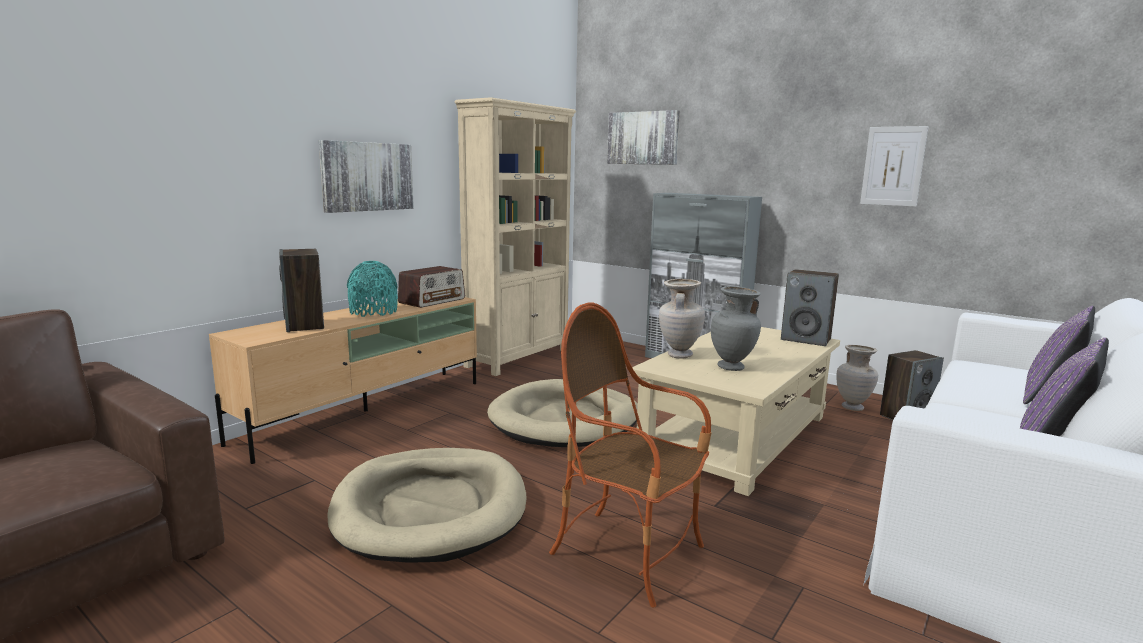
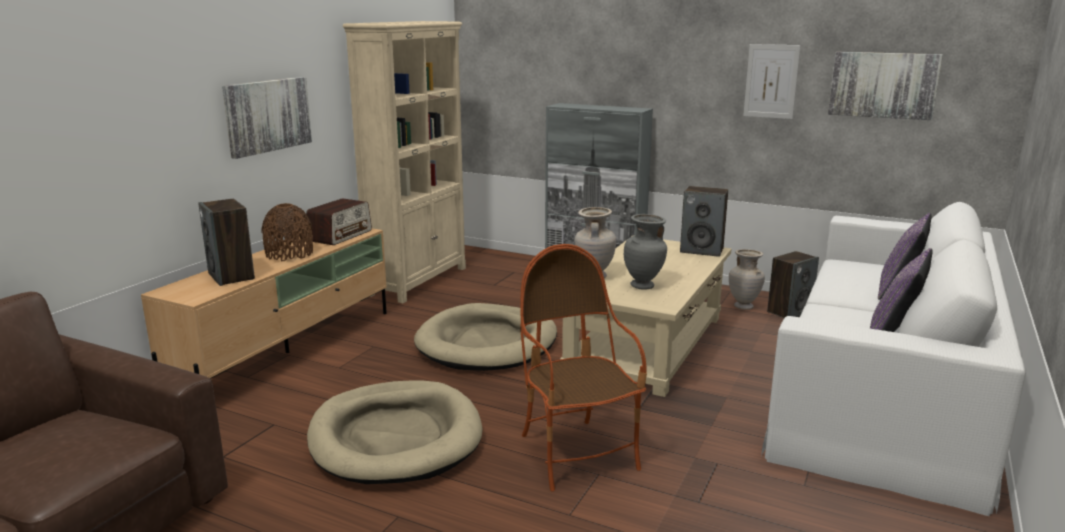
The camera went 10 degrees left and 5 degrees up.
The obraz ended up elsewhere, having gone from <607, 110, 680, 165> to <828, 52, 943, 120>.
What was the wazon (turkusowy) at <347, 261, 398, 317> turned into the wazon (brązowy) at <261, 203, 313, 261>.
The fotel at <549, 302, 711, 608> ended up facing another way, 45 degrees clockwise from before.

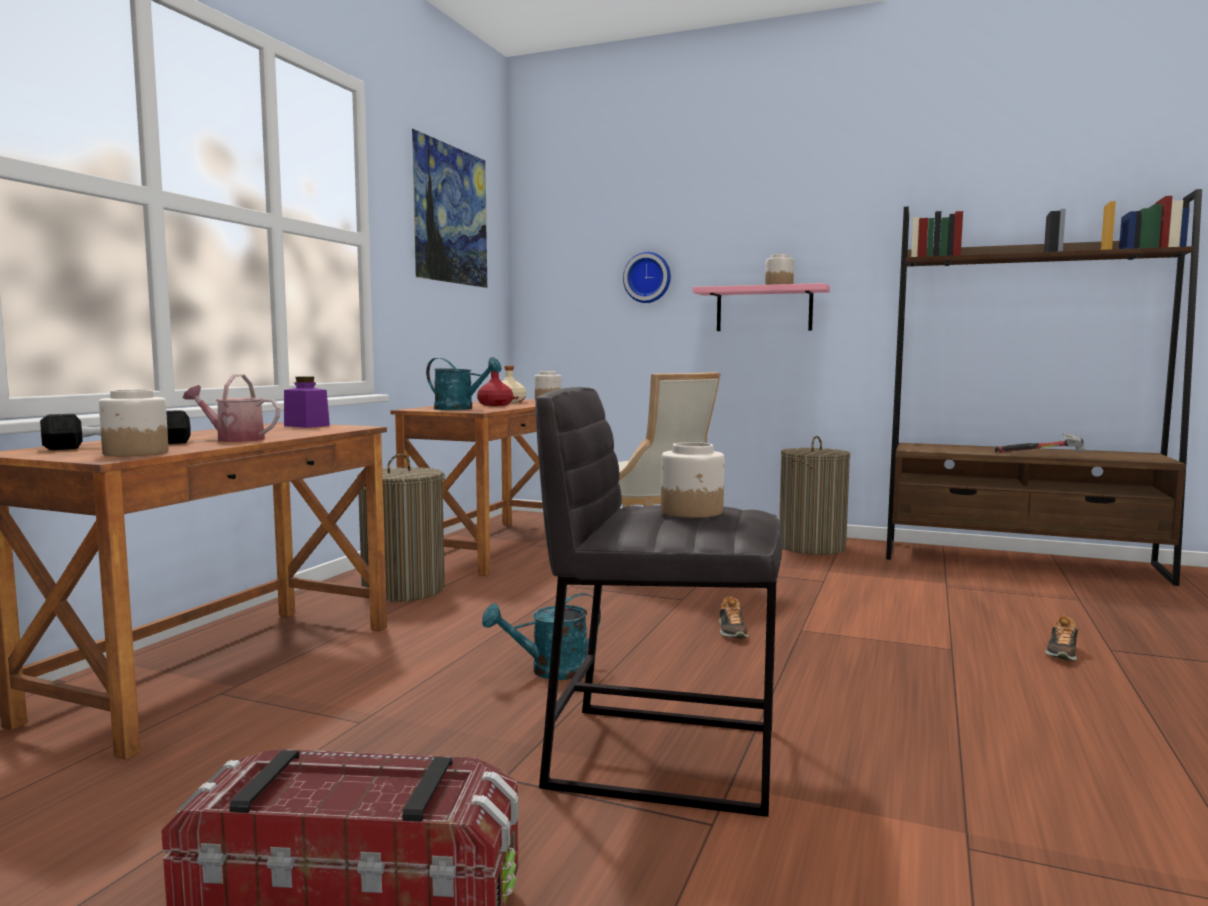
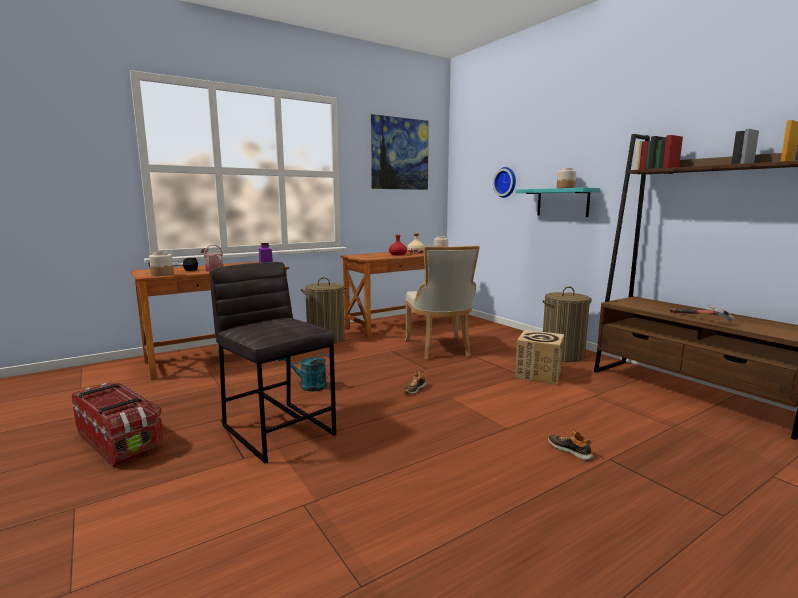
The camera went 35 degrees right and 5 degrees up.
What was the półka (różowy) at <693, 283, 830, 331> turned into the półka (turkusowy) at <516, 188, 600, 217>.
The second view lost the konewka (turkusowy) at <426, 357, 502, 410>.
The second view lost the słoik at <661, 442, 724, 518>.
The but at <1045, 615, 1078, 661> ended up facing another way, 75 degrees clockwise from before.
The second view gained the karton at <515, 330, 564, 385>.

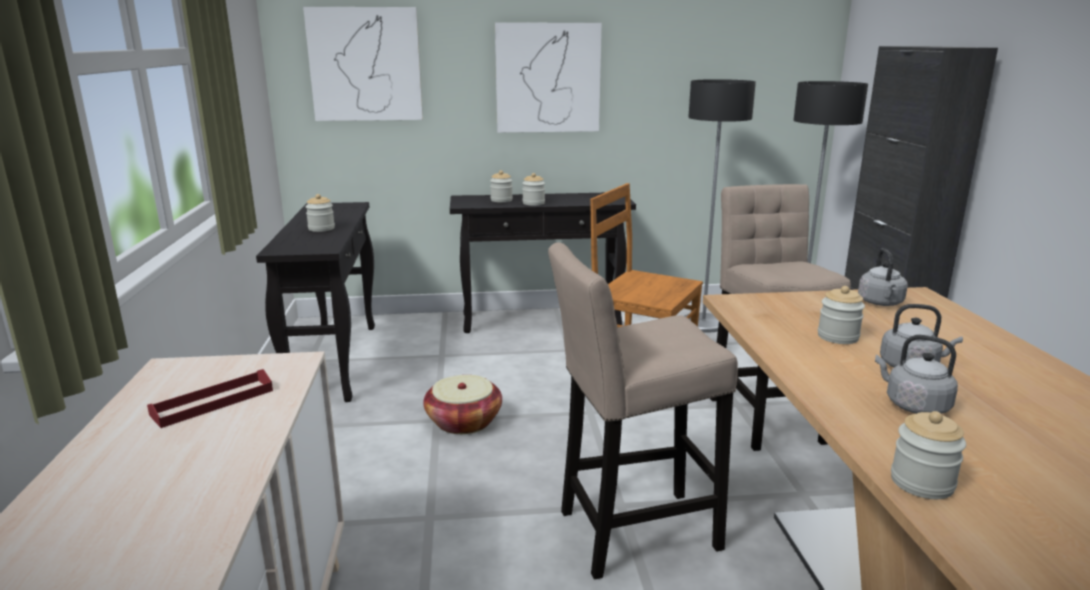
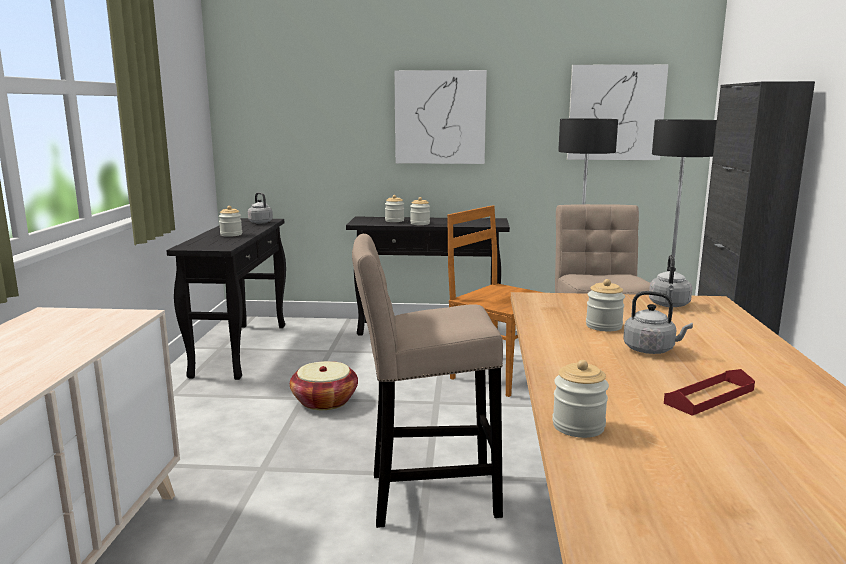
The camera went 10 degrees right and 5 degrees down.
The obraz ended up elsewhere, having gone from <303, 7, 423, 121> to <567, 64, 669, 160>.
The czajnik (szary) ended up elsewhere, having gone from <875, 335, 958, 414> to <248, 192, 273, 224>.
The taca (czerwony) ended up elsewhere, having gone from <147, 369, 273, 428> to <664, 369, 755, 416>.

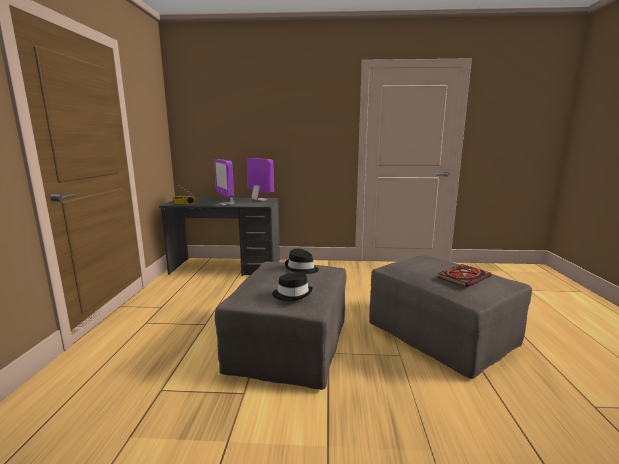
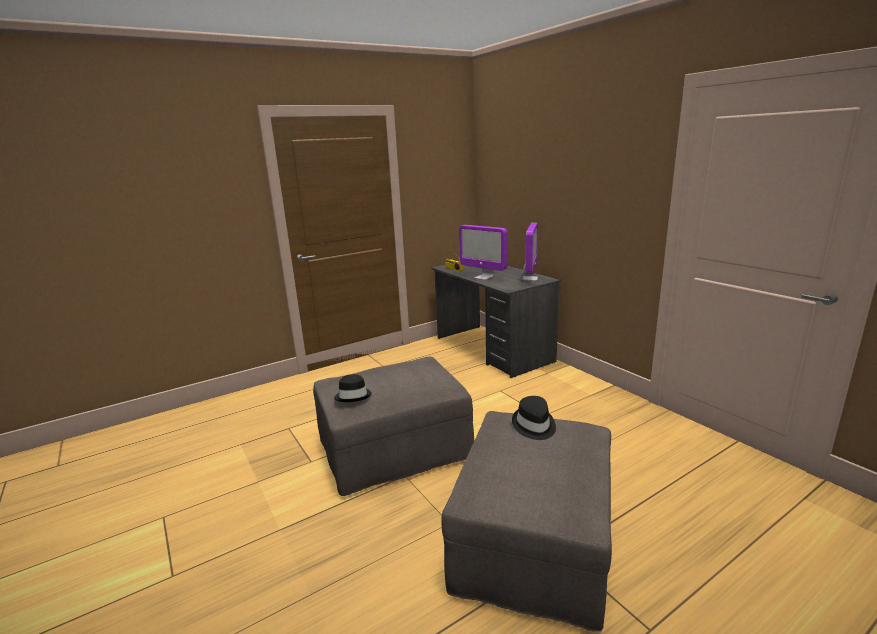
The camera went 55 degrees right and 5 degrees up.
The monitor at <214, 159, 235, 205> ended up facing another way, 75 degrees counterclockwise from before.
The kapelusz (czarny) ended up elsewhere, having gone from <285, 249, 319, 274> to <512, 396, 556, 440>.
The second view lost the książka at <437, 264, 492, 287>.

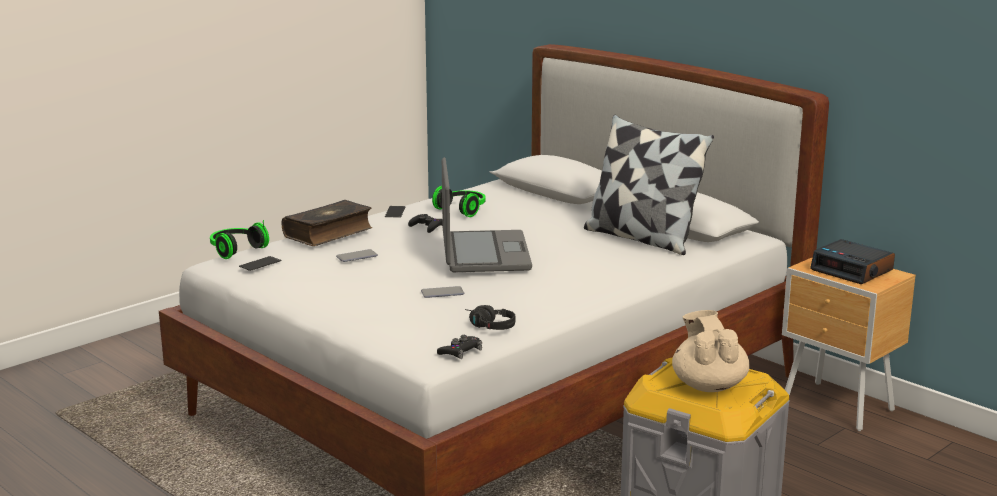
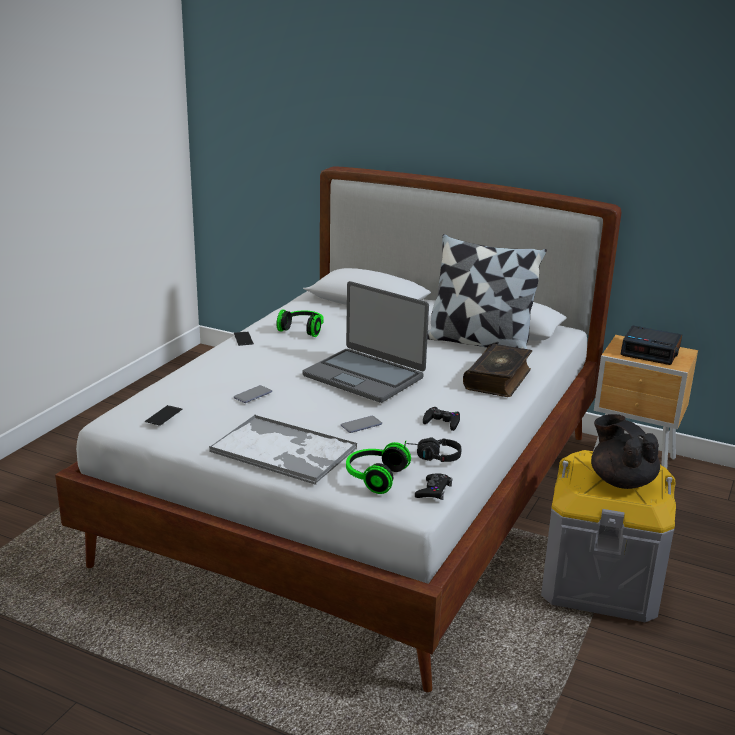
The camera went 20 degrees left and 5 degrees up.
The laptop at <442, 157, 532, 272> ended up facing another way, 150 degrees clockwise from before.
The książka ended up elsewhere, having gone from <282, 200, 373, 246> to <463, 344, 532, 397>.
The pad do gier (czarny) ended up elsewhere, having gone from <408, 214, 443, 233> to <423, 407, 460, 431>.
The słuchawki ended up elsewhere, having gone from <210, 220, 269, 259> to <346, 440, 411, 494>.
What was the imbryk (beżowy) at <672, 310, 750, 392> turned into the imbryk (czarny) at <591, 414, 660, 489>.
The second view gained the taca at <209, 414, 357, 485>.

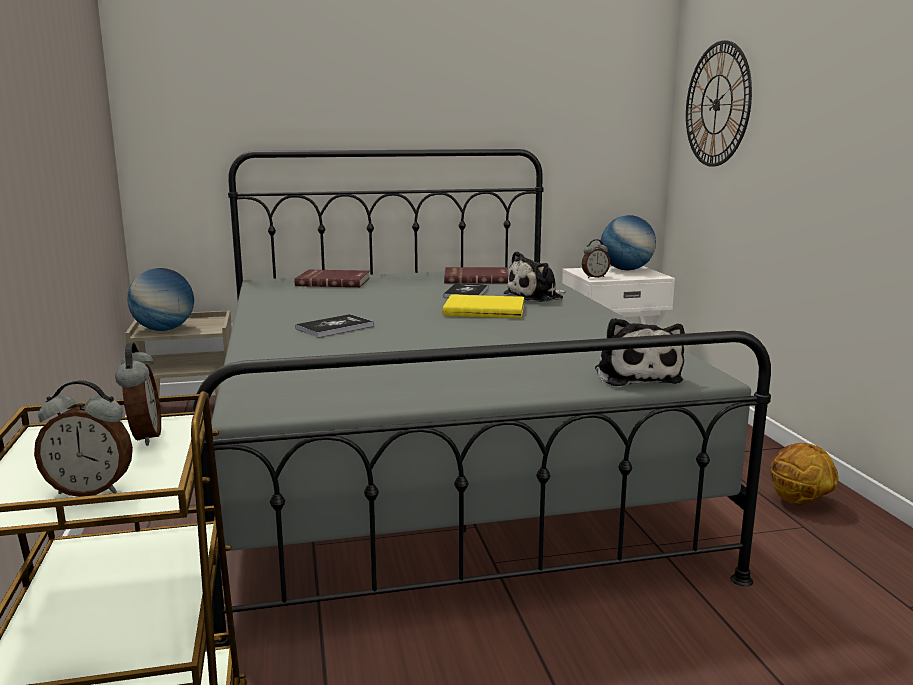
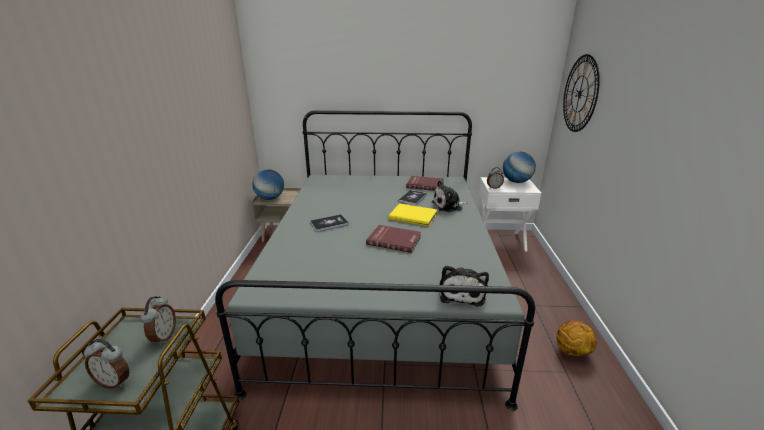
The camera went 15 degrees right and 10 degrees up.
The książka (czerwony) ended up elsewhere, having gone from <294, 270, 370, 287> to <366, 225, 421, 253>.

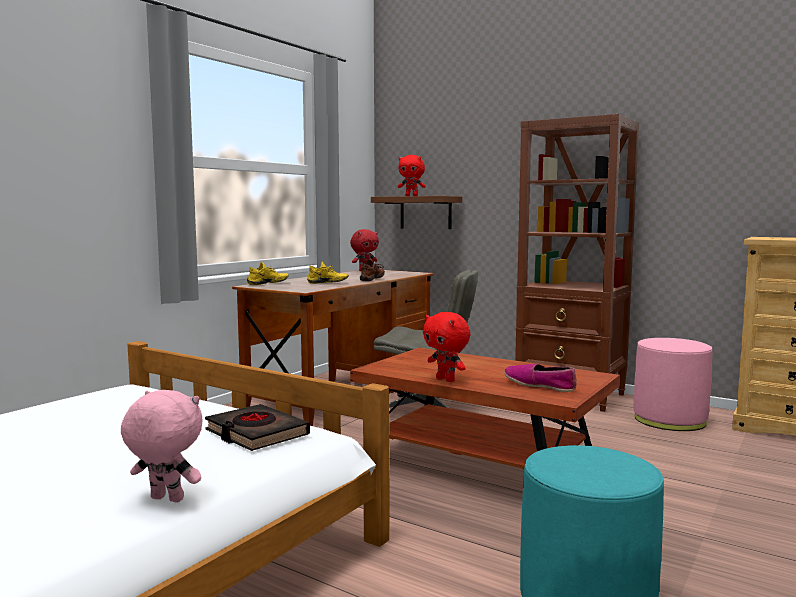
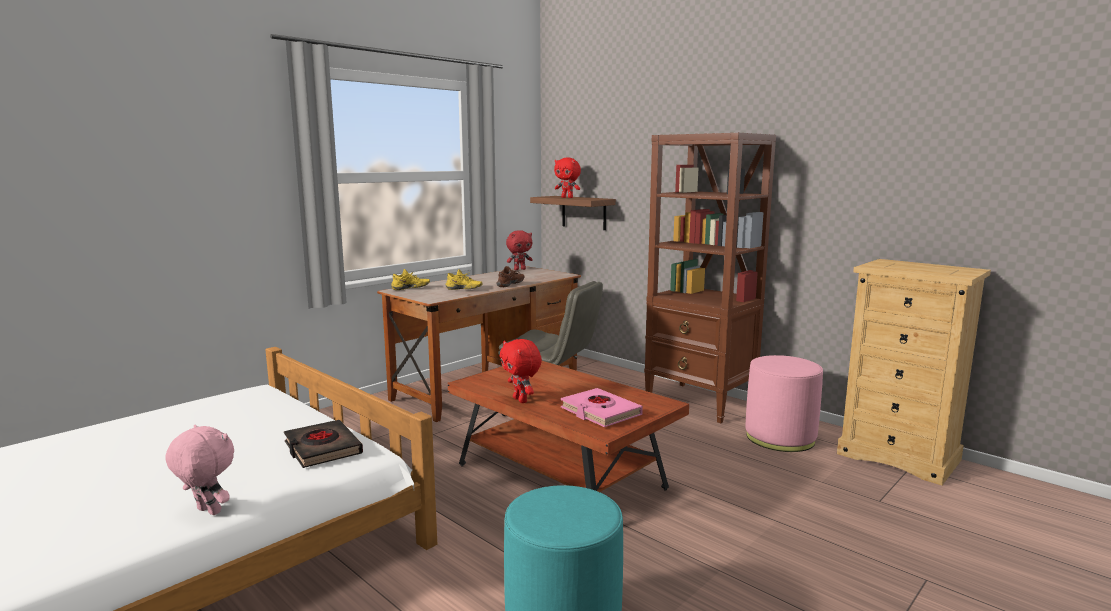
The camera went 10 degrees right and 5 degrees up.
Where the but stood at <504, 364, 577, 392>, the książka (różowy) came to stand at <561, 388, 643, 427>.

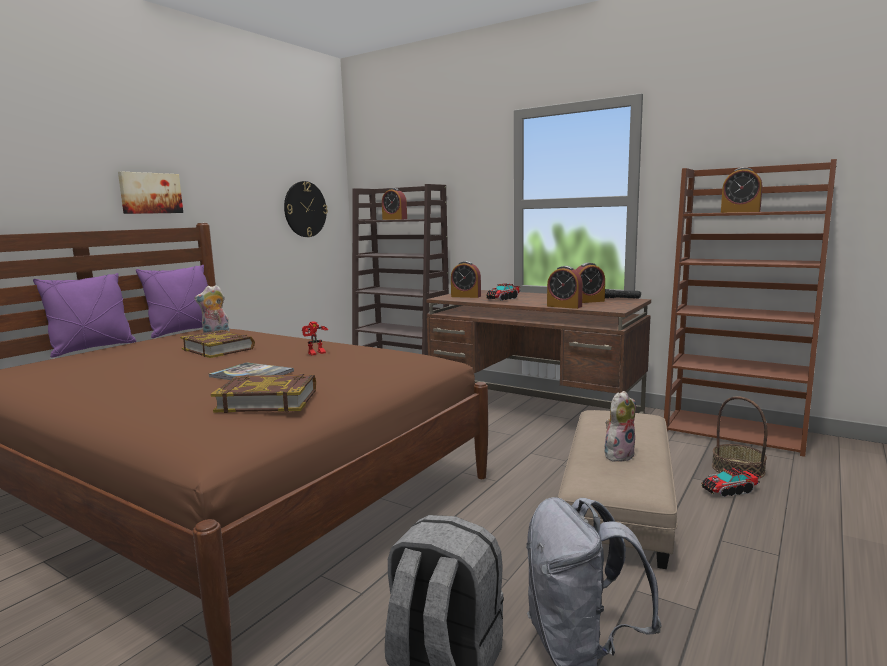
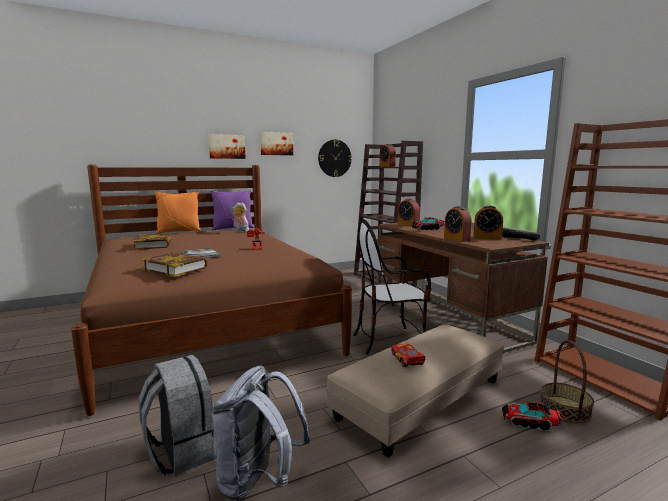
The camera went 30 degrees right and 0 degrees up.
The second view lost the budzik at <721, 167, 762, 213>.
What was the poduszka (fioletowy) at <33, 273, 136, 358> turned into the poduszka (pomarańczowy) at <155, 192, 201, 234>.
The książka ended up elsewhere, having gone from <180, 330, 255, 358> to <134, 233, 172, 250>.
Where the pluszak stood at <605, 391, 636, 462>, the samochodzik came to stand at <391, 344, 425, 367>.
The second view gained the obraz at <260, 132, 293, 155>.
The second view gained the krzesło at <353, 219, 431, 354>.

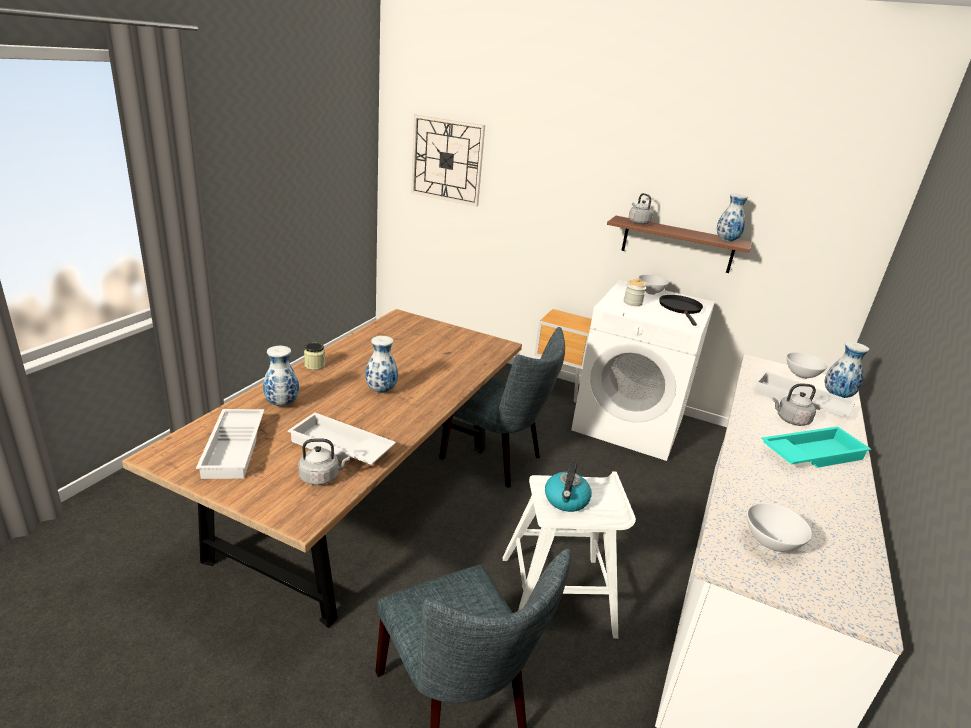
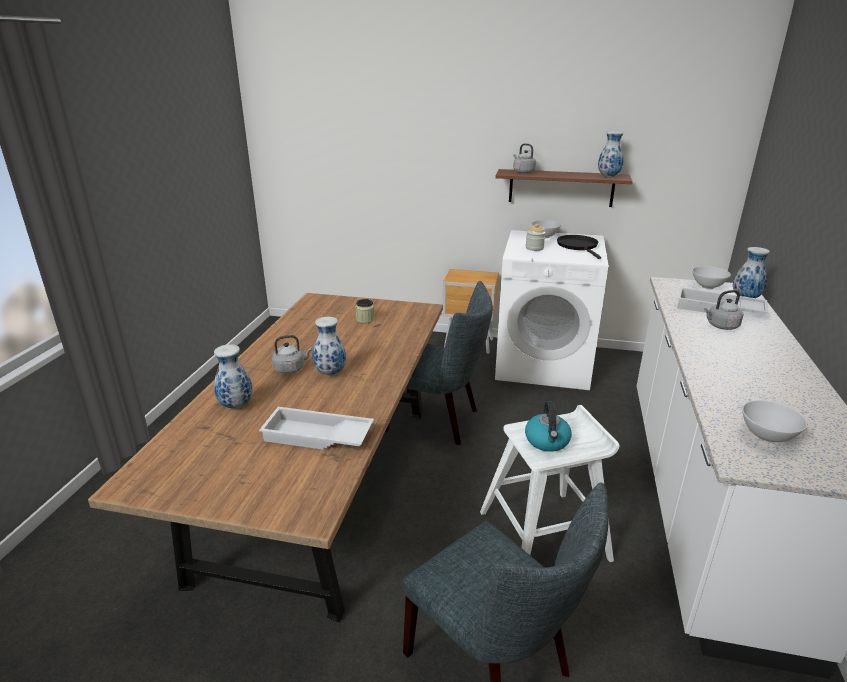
The camera went 10 degrees left and 0 degrees up.
The second view lost the zegar ścienny at <411, 115, 485, 206>.
The słoik ended up elsewhere, having gone from <304, 343, 325, 370> to <356, 299, 375, 323>.
The second view lost the taca (biały) at <196, 409, 264, 479>.
The second view lost the taca (turkusowy) at <761, 426, 871, 468>.
The czajnik (szary) ended up elsewhere, having gone from <298, 438, 350, 485> to <272, 335, 312, 374>.

